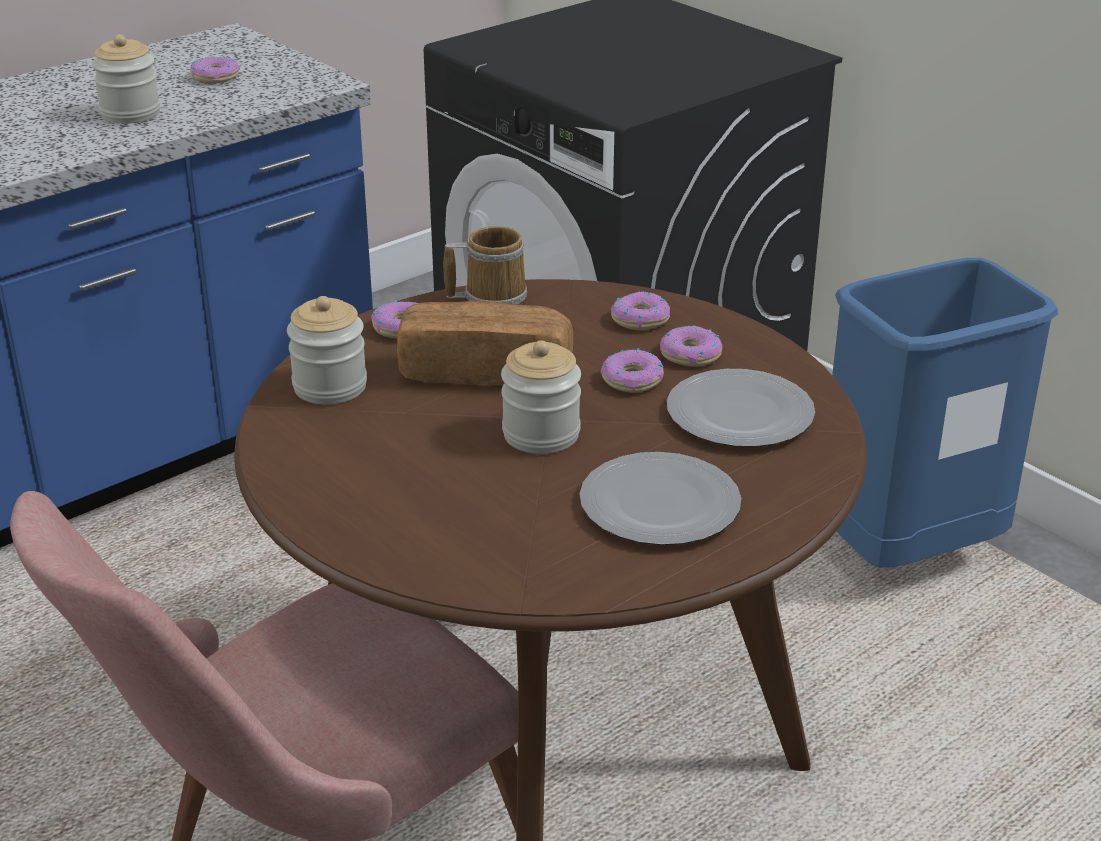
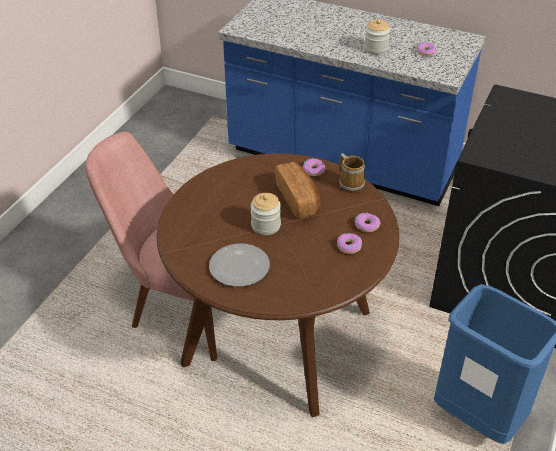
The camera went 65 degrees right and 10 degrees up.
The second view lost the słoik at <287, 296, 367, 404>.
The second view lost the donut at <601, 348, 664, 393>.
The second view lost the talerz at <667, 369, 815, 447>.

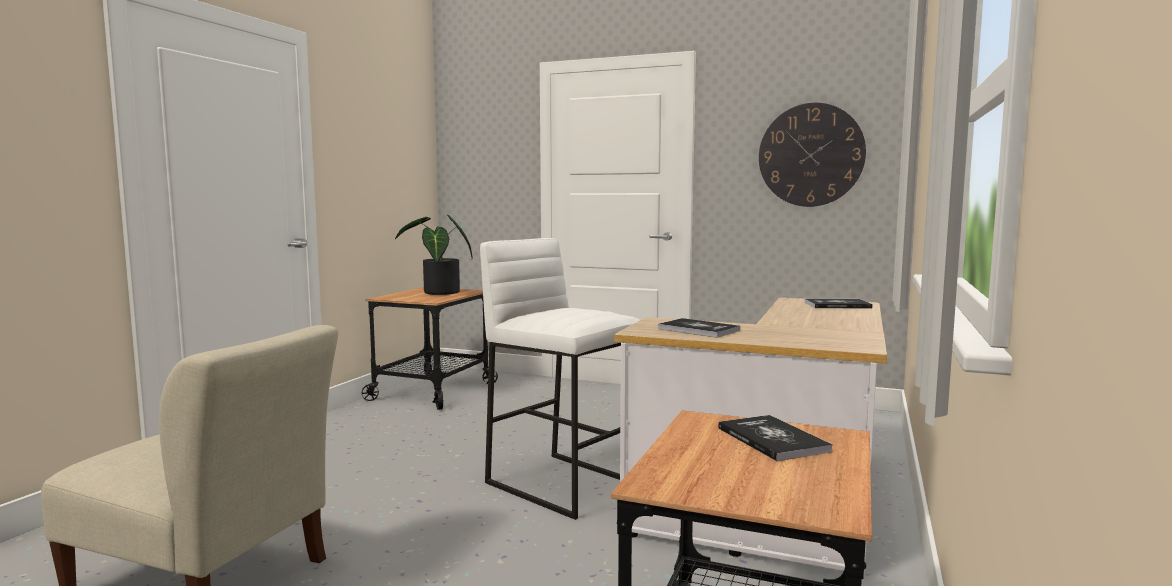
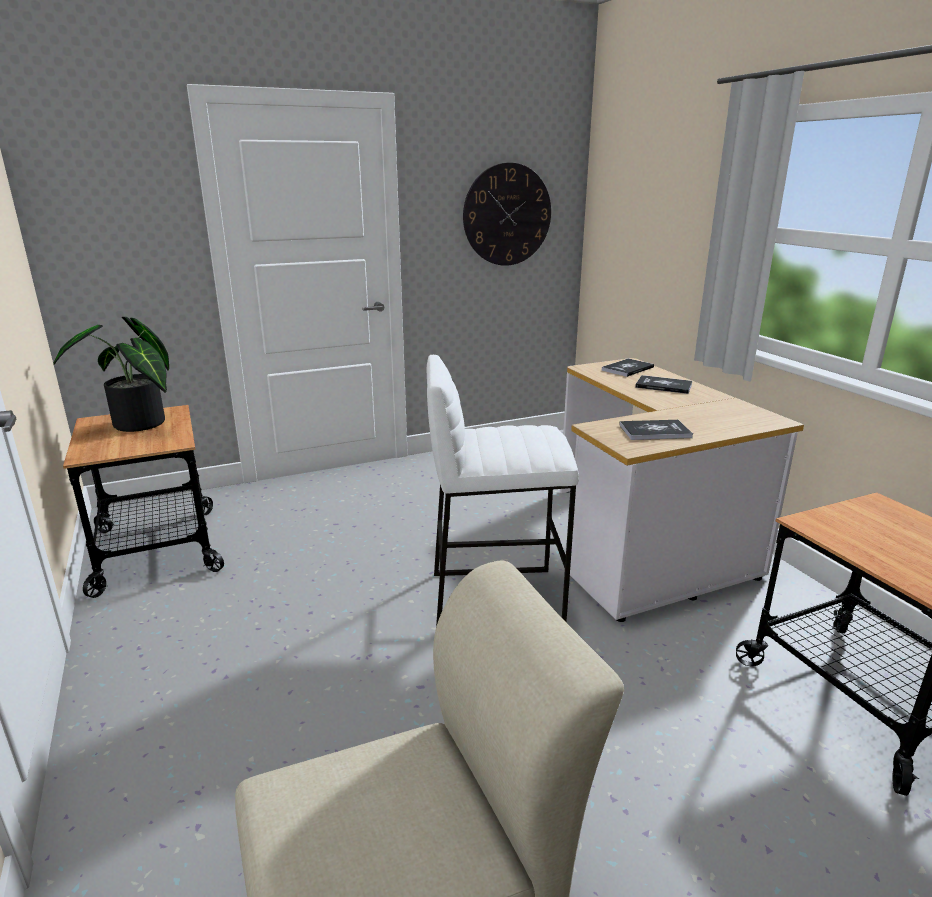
The camera went 45 degrees left and 15 degrees up.
The książka ended up elsewhere, having gone from <718, 415, 833, 461> to <635, 375, 692, 394>.

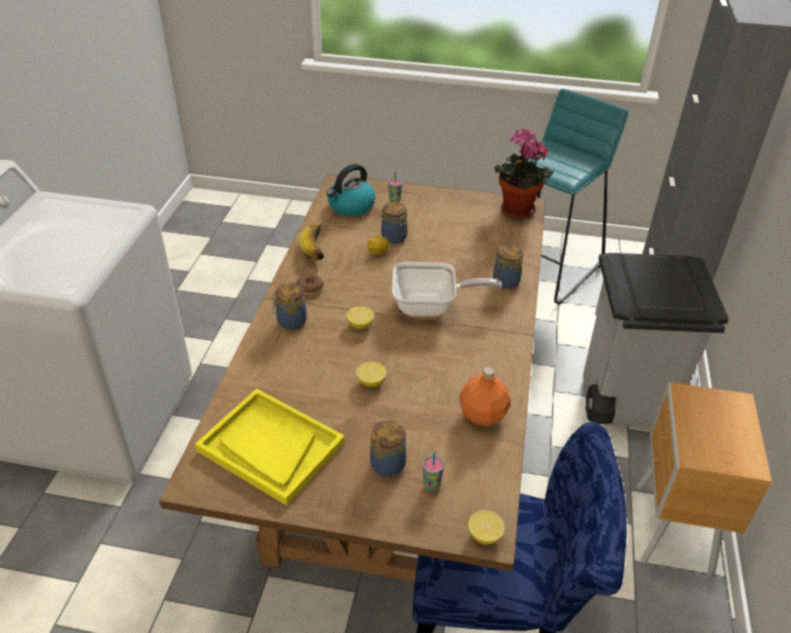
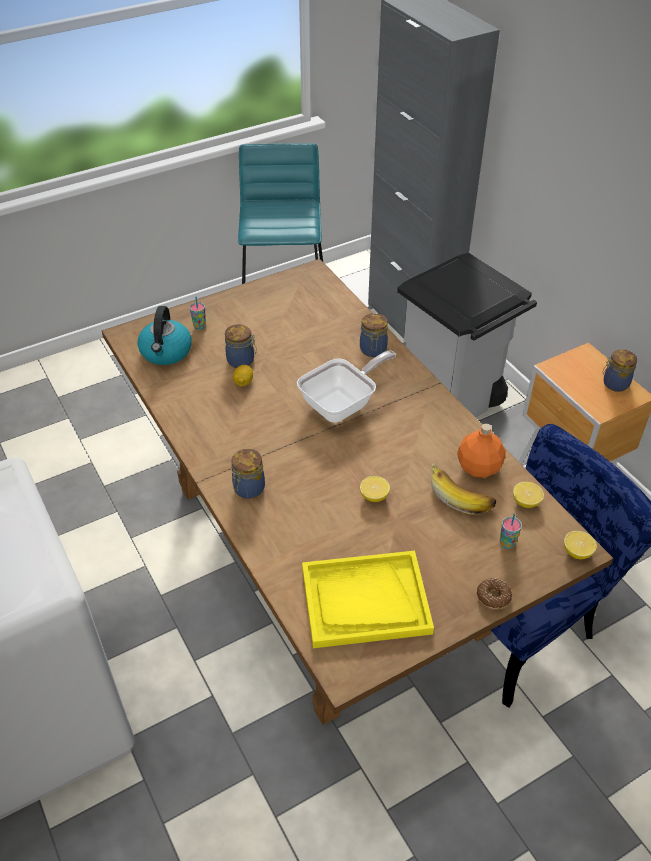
The camera went 40 degrees left and 5 degrees up.
The second view lost the roślina doniczkowa at <495, 129, 553, 219>.
The banan ended up elsewhere, having gone from <299, 221, 324, 261> to <431, 463, 496, 514>.
The donut ended up elsewhere, having gone from <296, 274, 324, 295> to <477, 578, 512, 610>.
The cytryna ended up elsewhere, having gone from <346, 306, 374, 329> to <513, 482, 544, 508>.
The słoik ended up elsewhere, having gone from <370, 420, 406, 477> to <602, 349, 637, 392>.

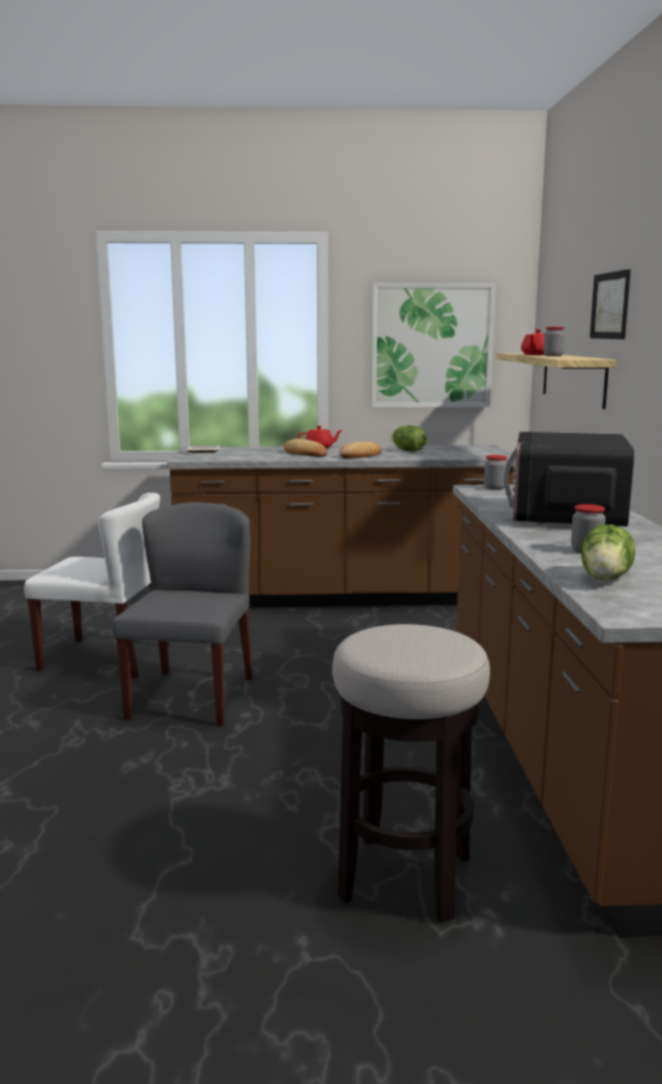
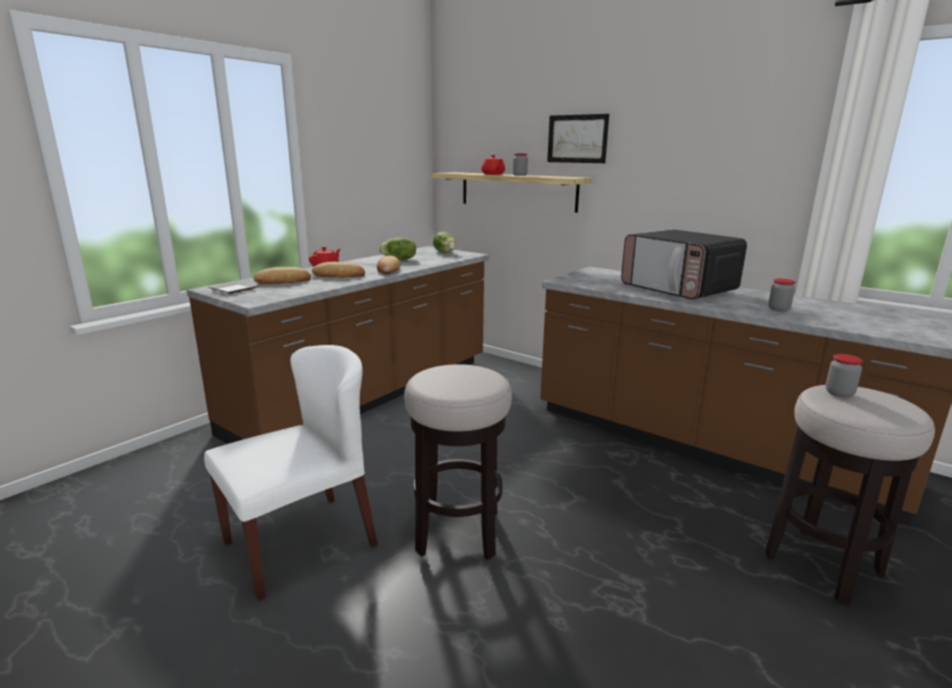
The camera went 50 degrees left and 5 degrees up.
The second view lost the obraz at <371, 283, 496, 408>.
The słoik ended up elsewhere, having gone from <484, 455, 507, 490> to <826, 354, 863, 398>.
Where the krzesło (szary) stood at <112, 502, 253, 726>, the stołek came to stand at <404, 364, 512, 560>.
The sałata ended up elsewhere, having gone from <581, 525, 635, 580> to <433, 232, 456, 253>.
The second view gained the chleb at <253, 267, 311, 284>.

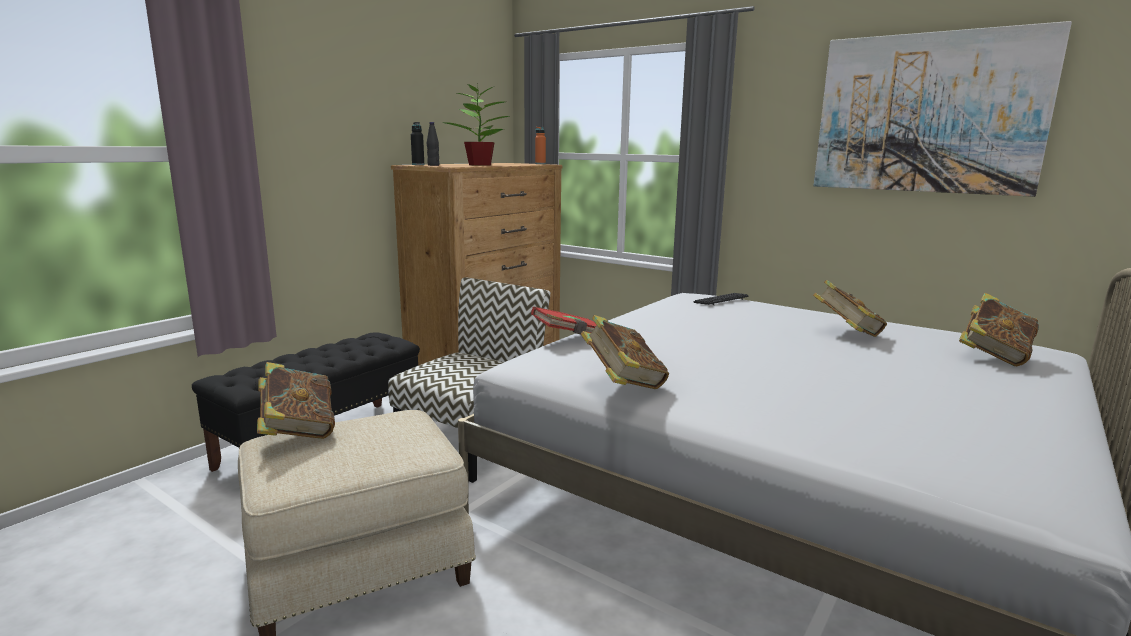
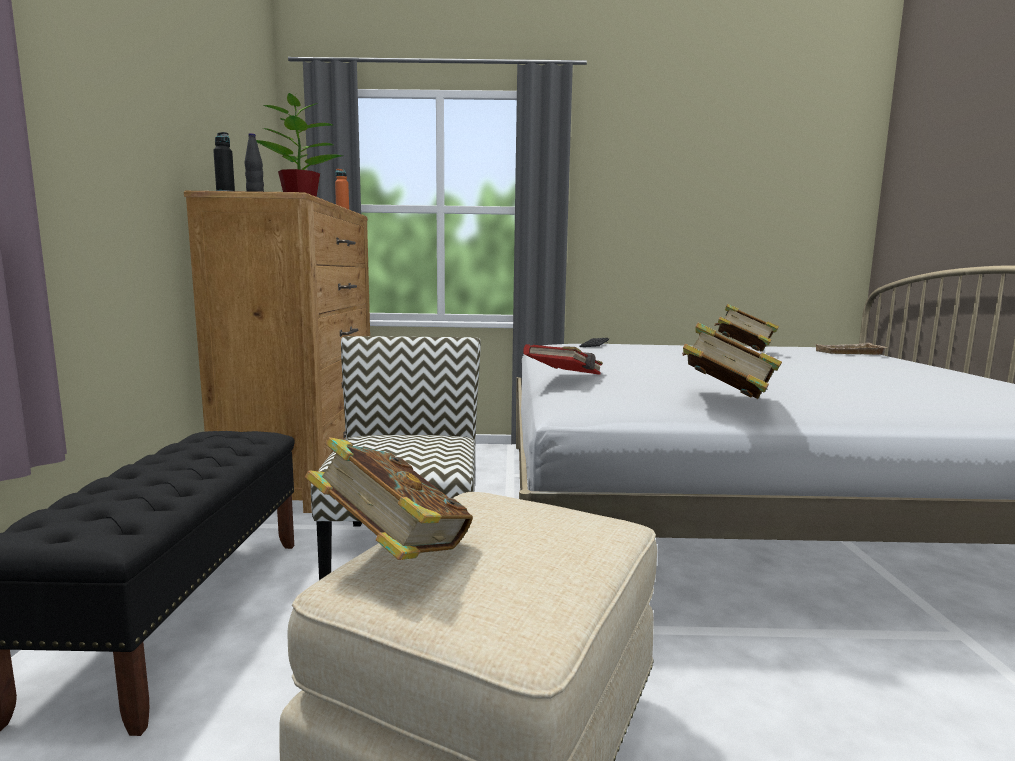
The camera went 35 degrees left and 5 degrees down.
The second view lost the obraz at <814, 21, 1072, 197>.
Where the książka stood at <959, 293, 1039, 366>, the taca (beżowy) came to stand at <816, 343, 887, 355>.

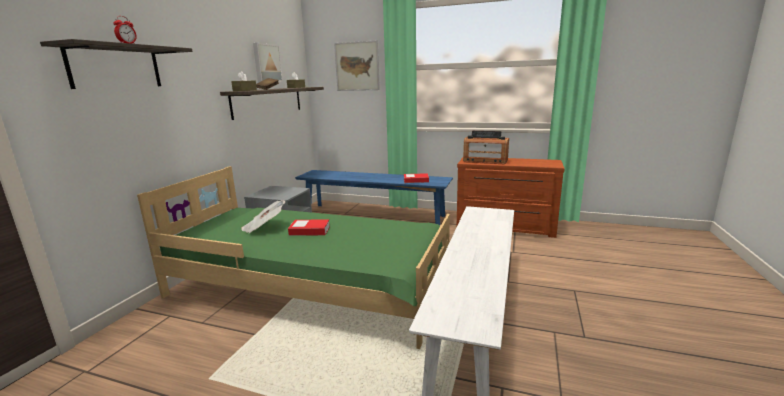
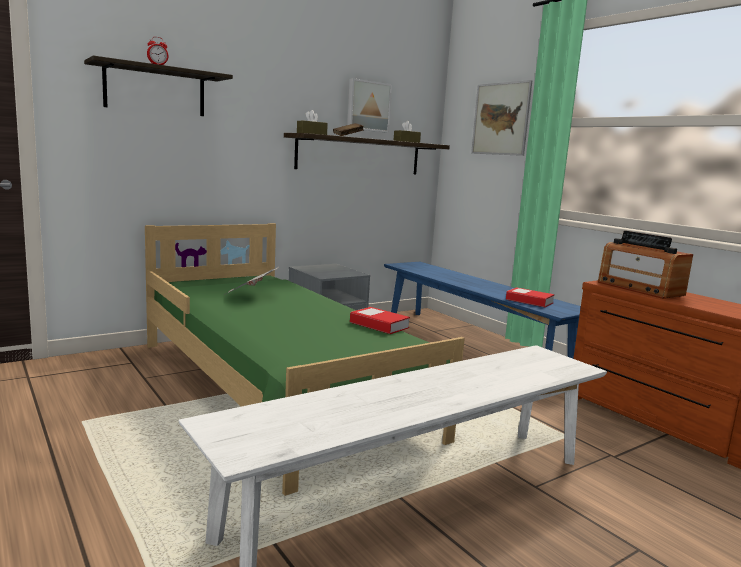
The camera went 35 degrees right and 5 degrees down.
The książka ended up elsewhere, having gone from <288, 219, 330, 236> to <350, 307, 410, 334>.

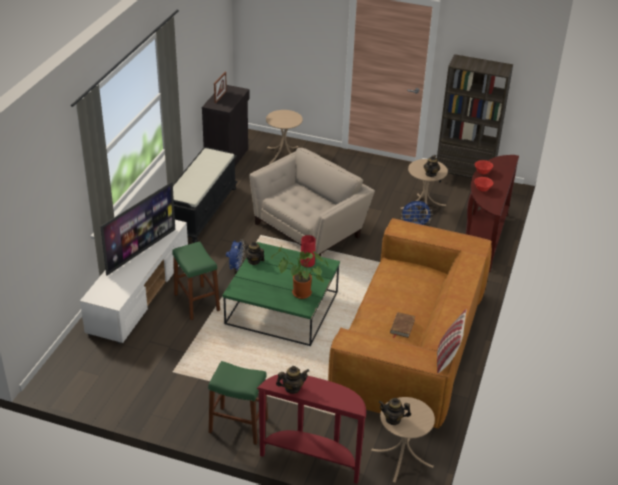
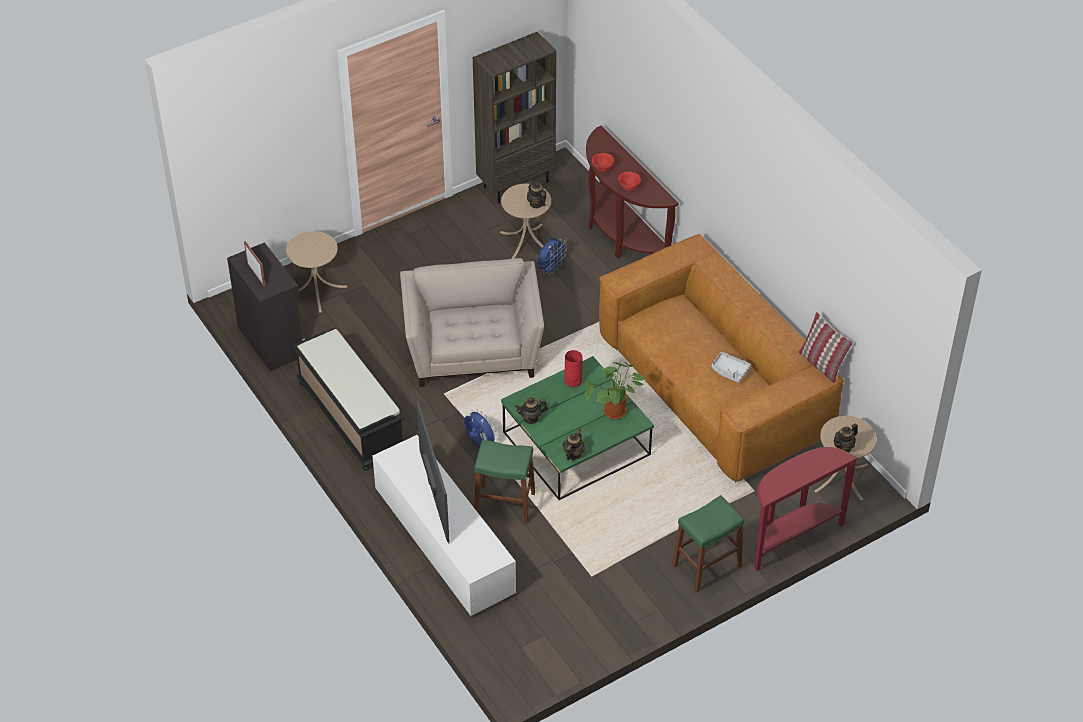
The camera went 50 degrees left and 10 degrees up.
Where the książka (brązowy) stood at <390, 312, 415, 338>, the taca (szary) came to stand at <712, 352, 751, 383>.
The imbryk ended up elsewhere, having gone from <276, 366, 310, 394> to <562, 429, 585, 460>.

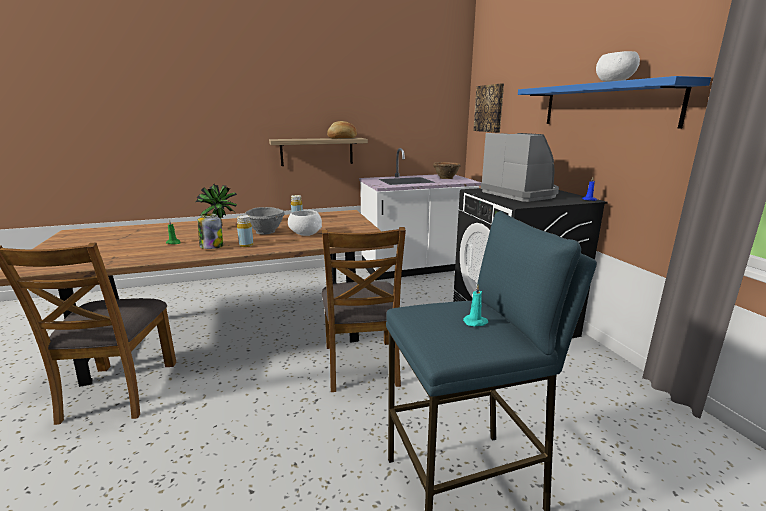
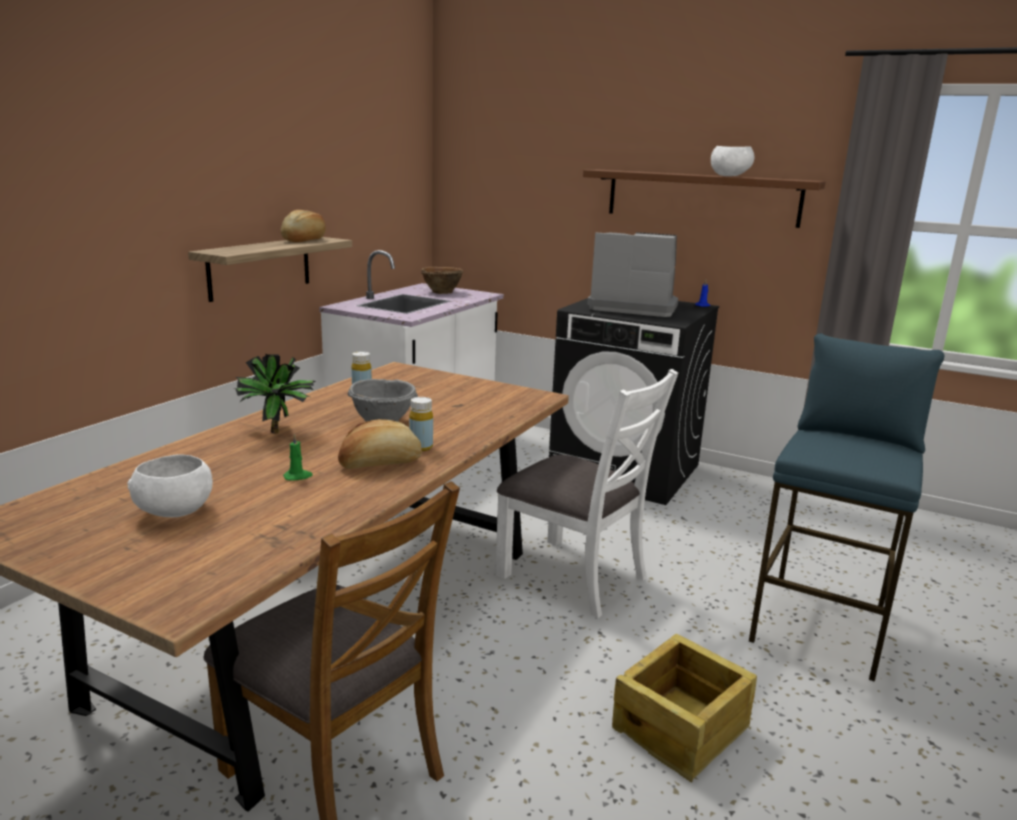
The camera went 45 degrees left and 0 degrees up.
What was the półka (niebieski) at <518, 76, 711, 129> turned into the półka (brązowy) at <583, 170, 826, 228>.
The second view lost the obraz at <473, 84, 504, 133>.
The miska (biały) ended up elsewhere, having gone from <288, 211, 322, 236> to <127, 454, 213, 517>.
Where the słoik stood at <198, 214, 223, 249>, the chleb came to stand at <338, 419, 422, 469>.
What was the krzesło (brązowy) at <322, 227, 406, 392> turned into the krzesło (biały) at <495, 369, 678, 618>.
The second view lost the świeca (turkusowy) at <463, 284, 488, 326>.
The second view gained the skrzynka at <612, 634, 757, 783>.

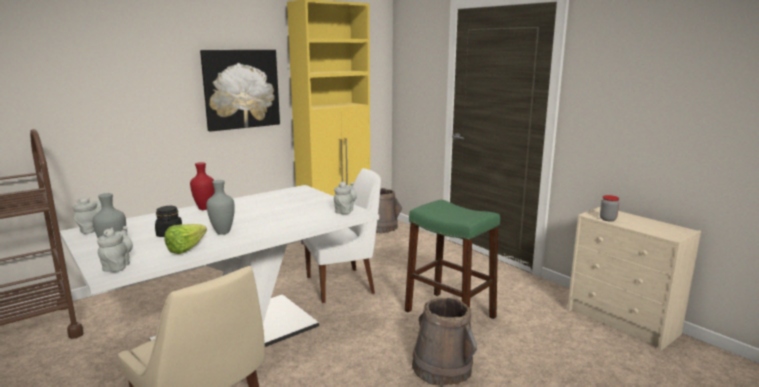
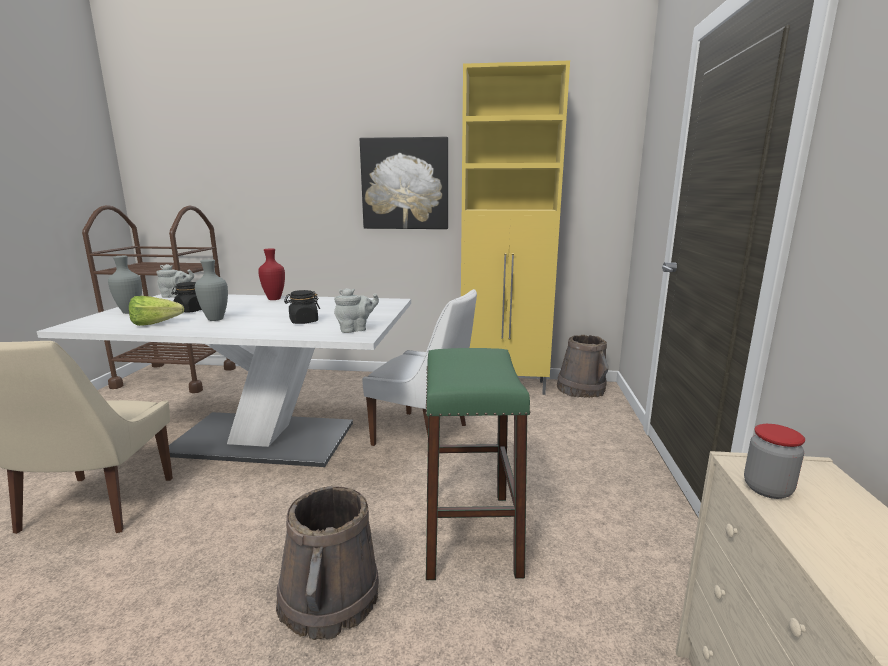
The camera went 45 degrees right and 0 degrees up.
The second view lost the imbryk (szary) at <97, 226, 133, 272>.
The second view gained the słoik (czarny) at <284, 290, 320, 324>.

